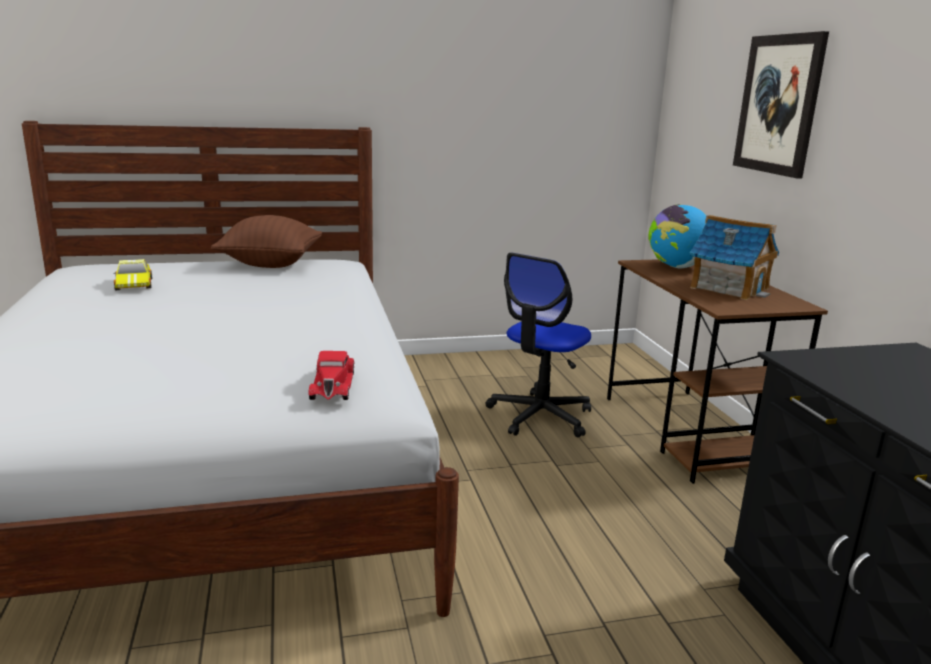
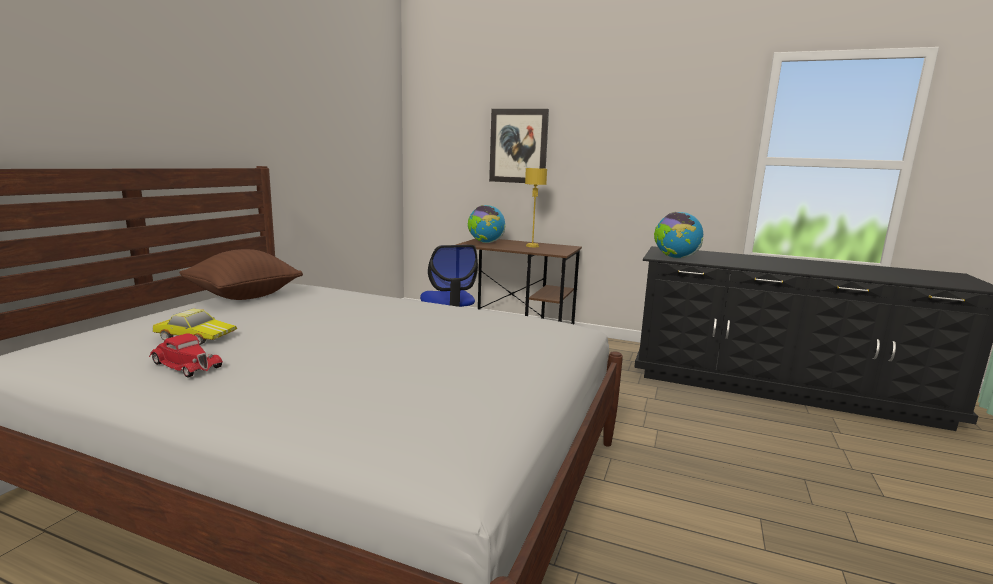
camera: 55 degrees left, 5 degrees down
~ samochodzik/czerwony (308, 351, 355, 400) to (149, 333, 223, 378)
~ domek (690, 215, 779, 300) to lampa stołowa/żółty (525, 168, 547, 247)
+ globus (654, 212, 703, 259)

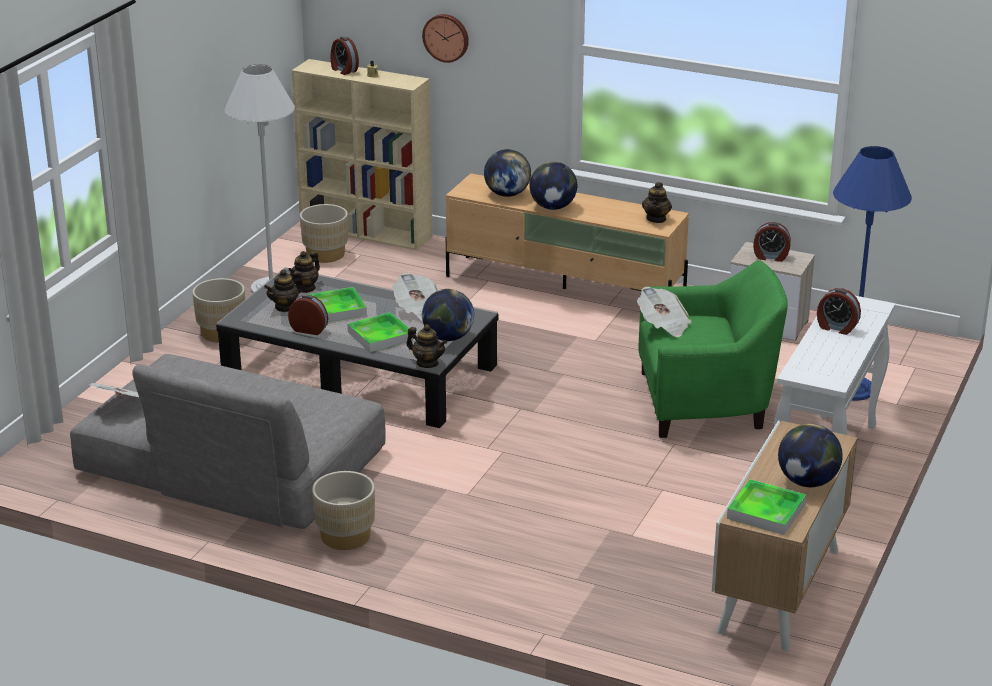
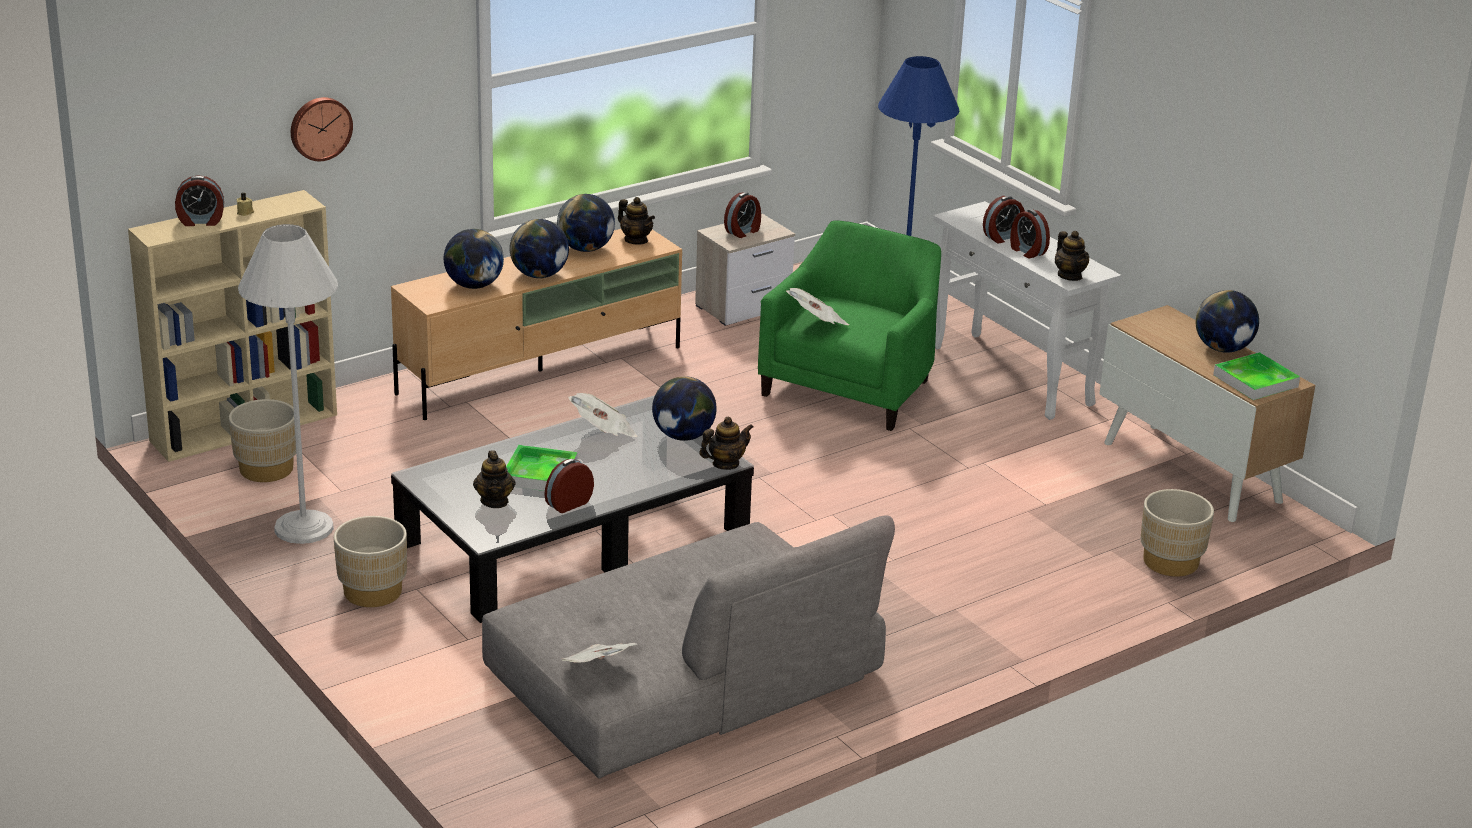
camera: 60 degrees left, 0 degrees up
~ imbryk (288, 251, 320, 293) to (1055, 231, 1089, 281)
~ donica/beżowy (312, 471, 375, 550) to (1141, 489, 1214, 577)
- taca (347, 312, 413, 352)
+ globus (557, 194, 615, 252)
+ budzik (1010, 209, 1050, 258)

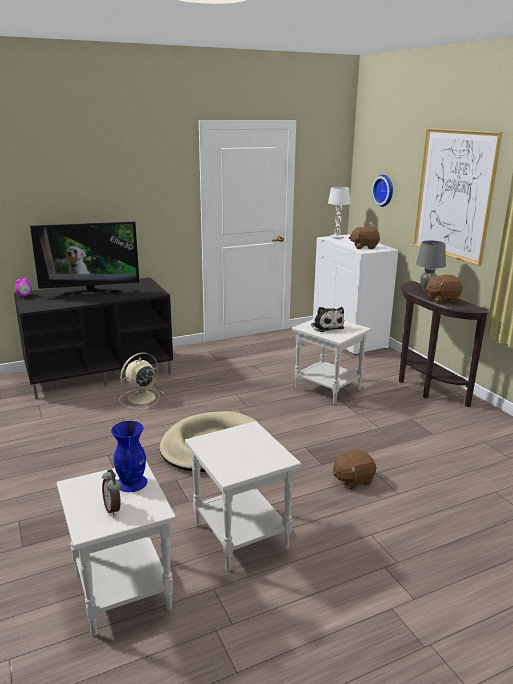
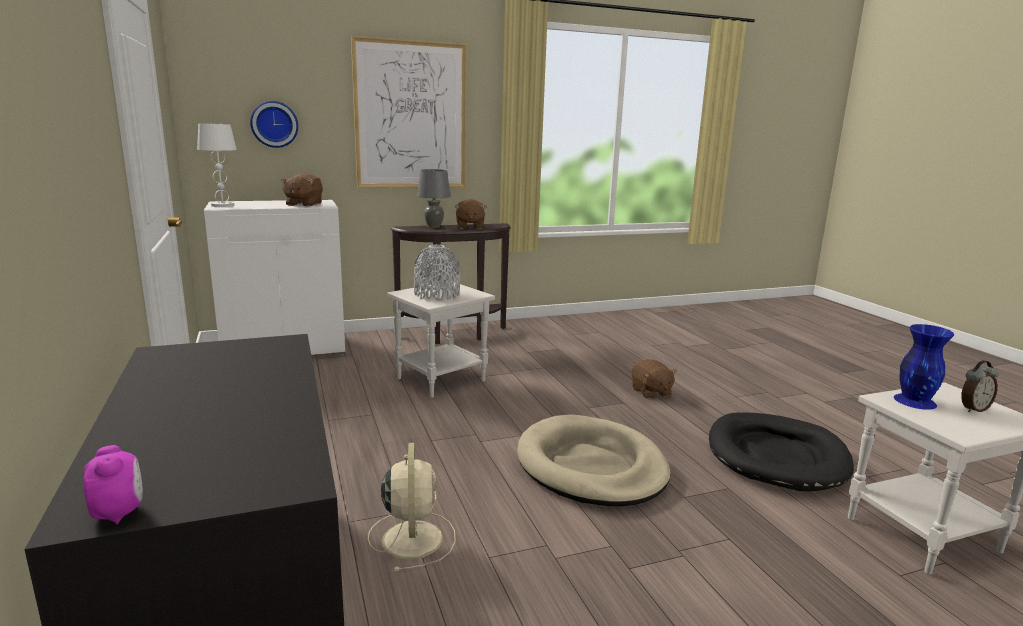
camera: 85 degrees left, 5 degrees down
- telewizor (30, 222, 139, 299)
~ wentylator/beżowy (119, 352, 165, 409) = (368, 443, 456, 572) 150 degrees counterclockwise
~ stolik/biały (185, 421, 301, 571) to legowisko/czarny (709, 412, 854, 492)
~ pluszak (311, 307, 344, 332) to wazon/szary (414, 245, 460, 300)

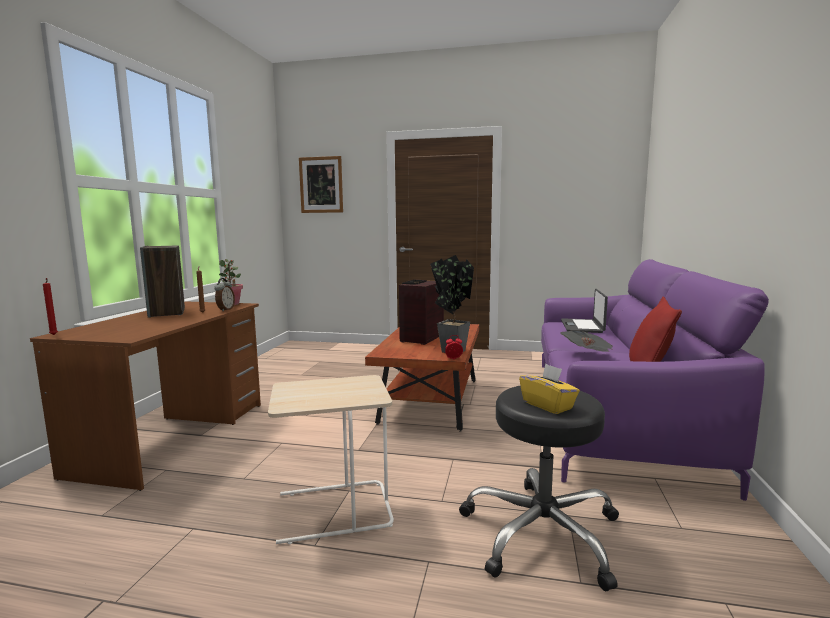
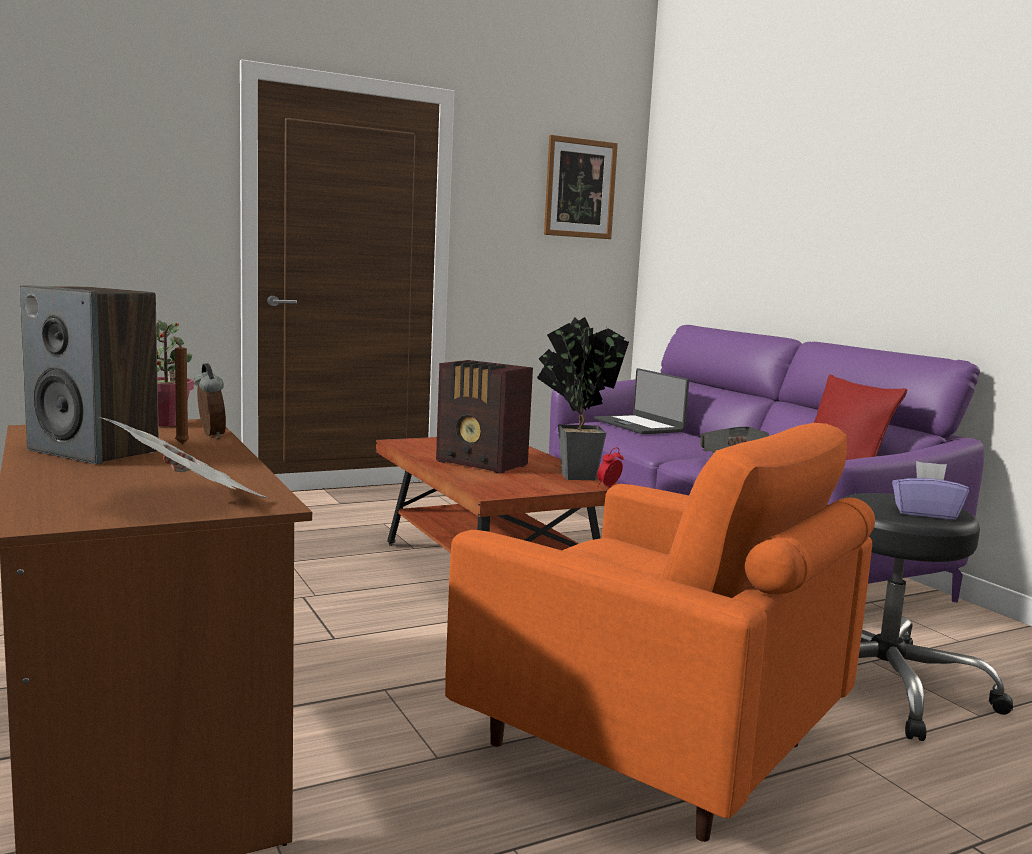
camera: 40 degrees left, 0 degrees up
- świeca/czerwony (43, 278, 58, 335)
~ stolik/beżowy (268, 375, 394, 544) to fotel/pomarańczowy (445, 423, 875, 842)
~ obraz (299, 156, 343, 213) to (544, 135, 618, 239)
~ radio (399, 280, 444, 345) = (436, 360, 533, 474) 45 degrees counterclockwise
~ pudełko chusteczek/żółty (519, 364, 580, 414) to pudełko chusteczek/fioletowy (892, 461, 969, 520)
+ gazeta (99, 417, 268, 498)

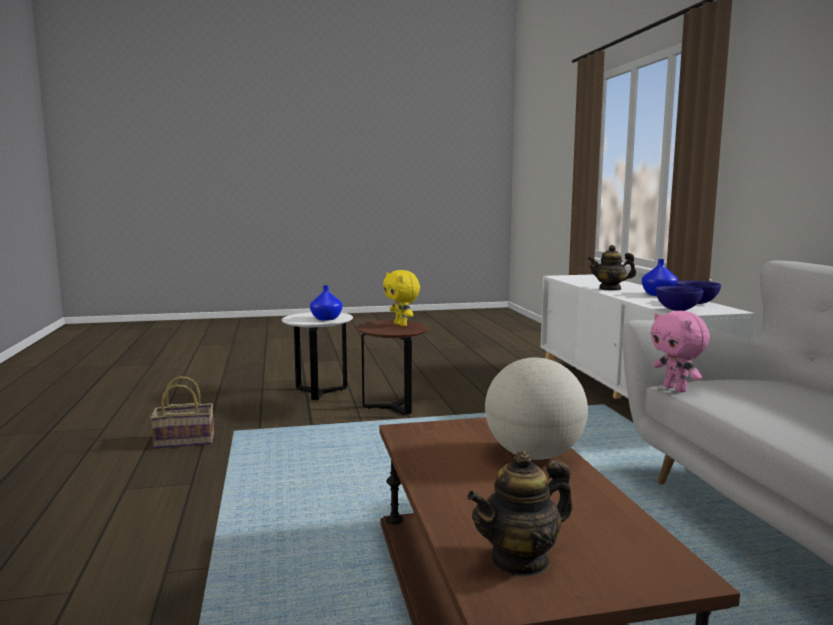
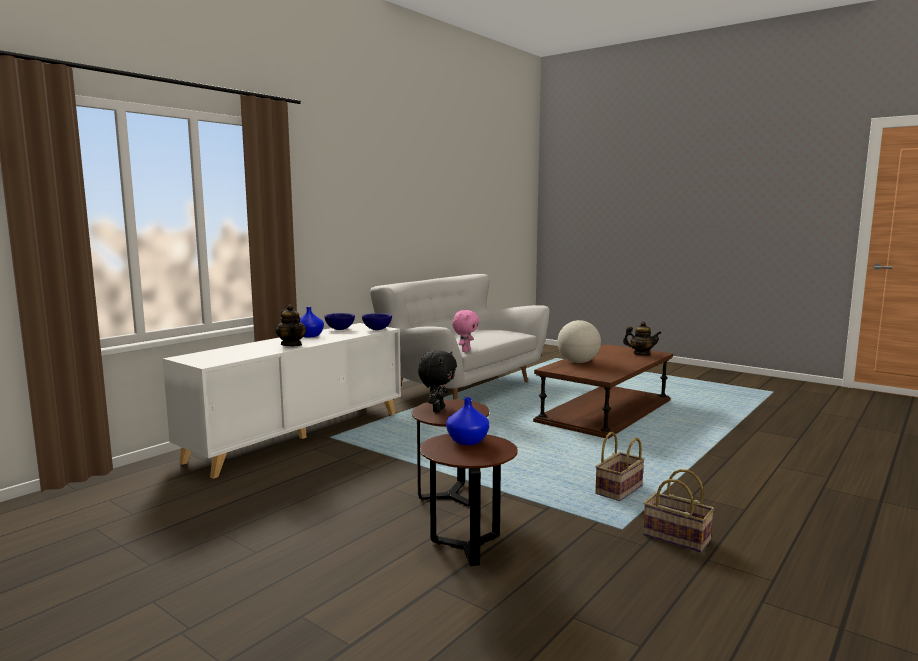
camera: 130 degrees left, 0 degrees up
~ stolik/biały (282, 312, 353, 400) to stolik/brązowy (420, 434, 518, 566)
~ pluszak/żółty (383, 270, 420, 327) to pluszak/czarny (418, 350, 457, 413)
+ koszyk (595, 432, 645, 501)

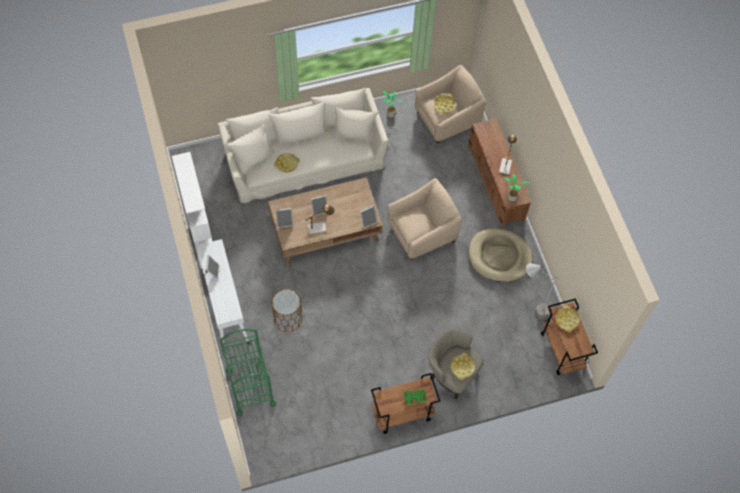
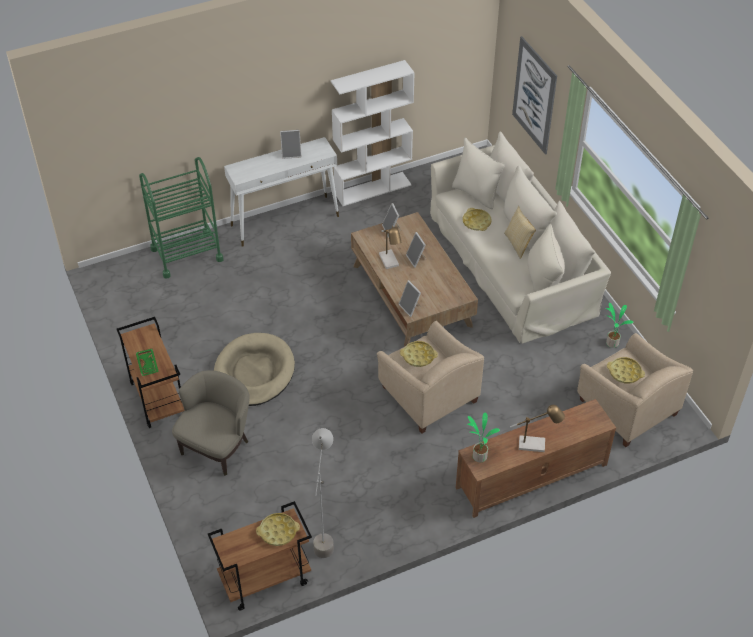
camera: 85 degrees right, 15 degrees down
- stolik/brązowy (272, 289, 302, 332)
~ taca/żółty (451, 353, 475, 380) to (400, 341, 438, 367)
~ legowisko/beżowy (469, 228, 533, 282) to (214, 333, 295, 406)
+ poduszka (504, 206, 536, 259)
+ obraz (512, 36, 557, 155)

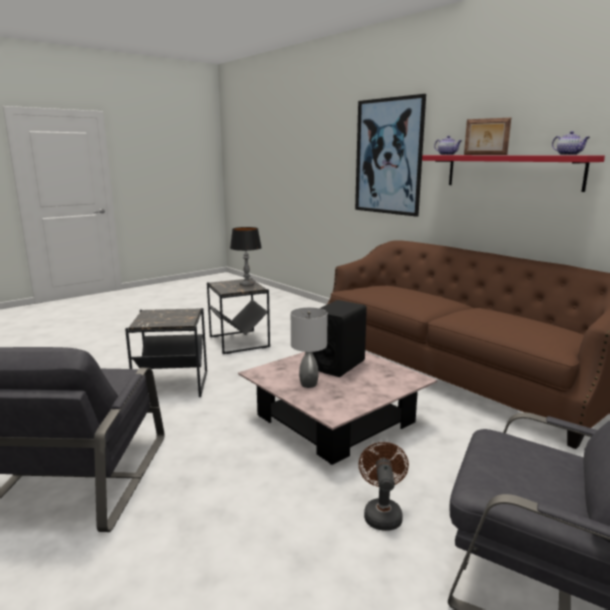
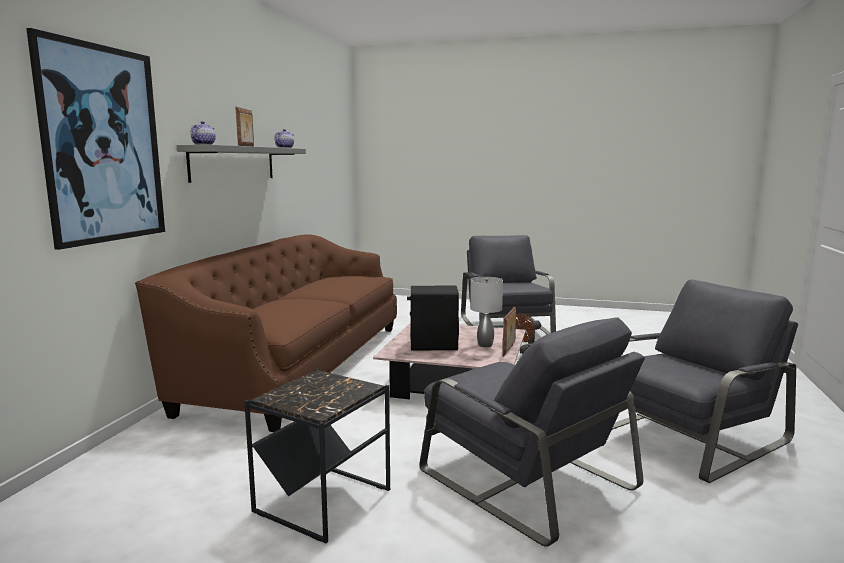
camera: 125 degrees left, 5 degrees down
~ stolik/czarny (125, 308, 207, 397) to fotel/szary (419, 317, 645, 547)
- lampa stołowa (230, 227, 262, 287)
~ półka/czerwony (422, 155, 605, 192) to półka/szary (177, 145, 306, 183)
+ ramka na zdjęcie (502, 307, 516, 357)

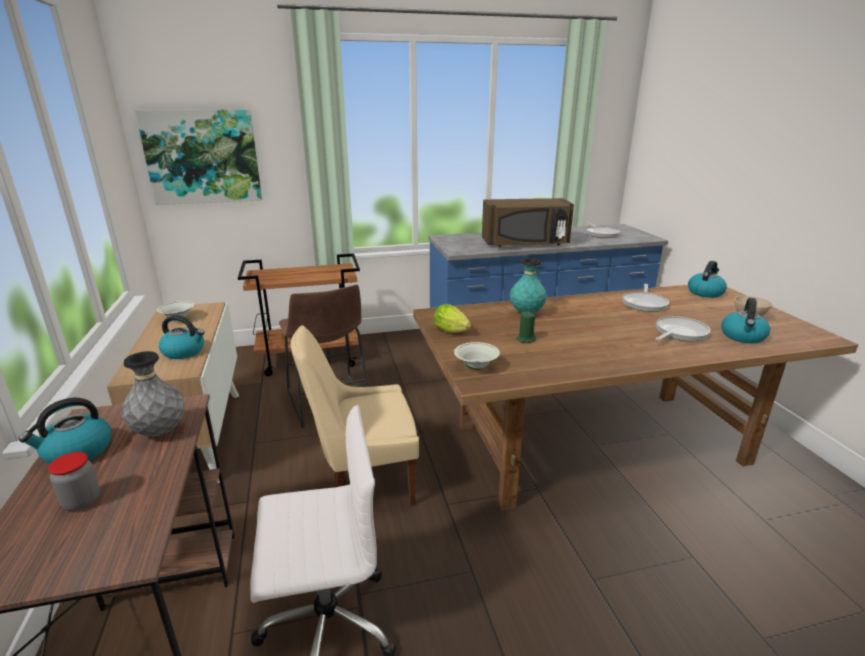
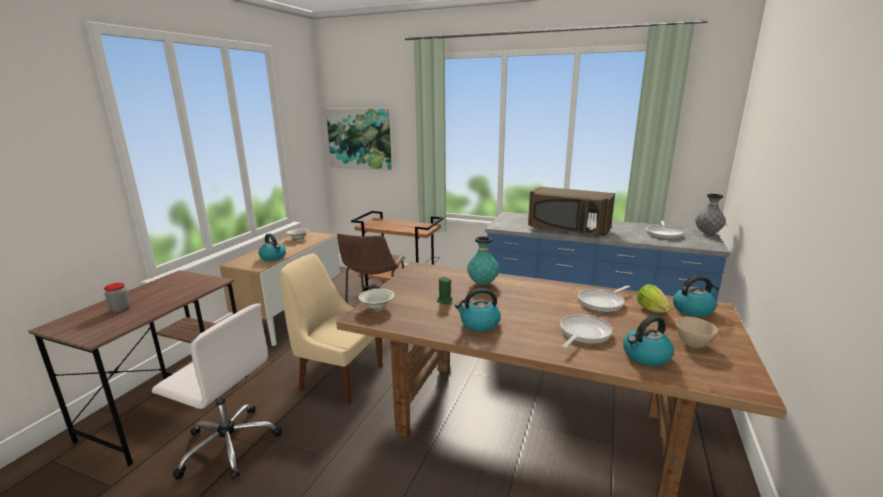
camera: 35 degrees right, 5 degrees down
~ czajnik (19, 398, 111, 464) to (455, 288, 501, 332)
~ wazon/szary (121, 351, 185, 437) to (695, 194, 726, 234)
~ sałata (434, 304, 471, 333) to (637, 284, 670, 313)
~ patelnia (655, 316, 710, 341) = (560, 314, 612, 348) 45 degrees counterclockwise

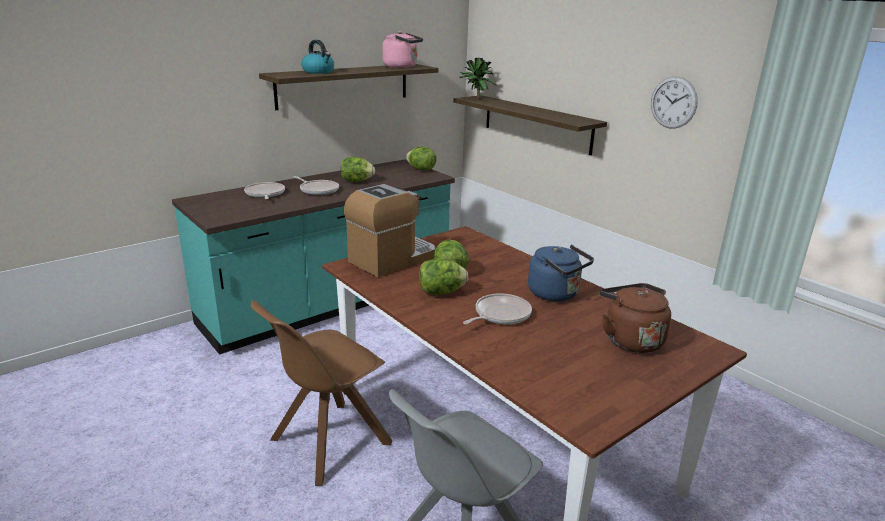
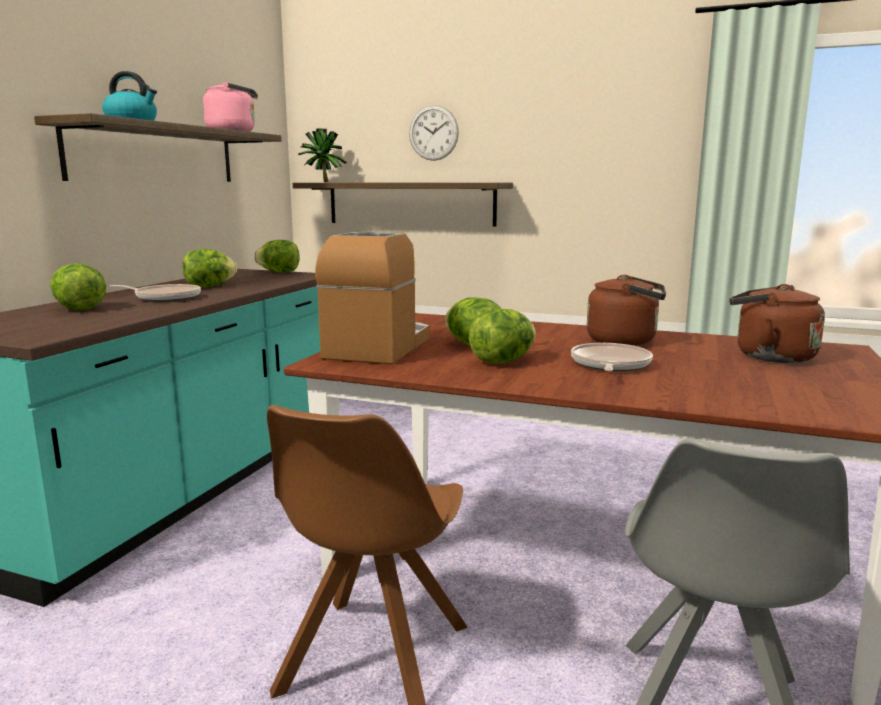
camera: 30 degrees left, 10 degrees down
~ patelnia (244, 182, 285, 199) to sałata (50, 263, 106, 310)
~ czajnik/niebieski (528, 245, 594, 301) to czajnik/brązowy (587, 275, 666, 346)
~ zegar ścienny (651, 76, 698, 129) to (409, 105, 459, 161)

